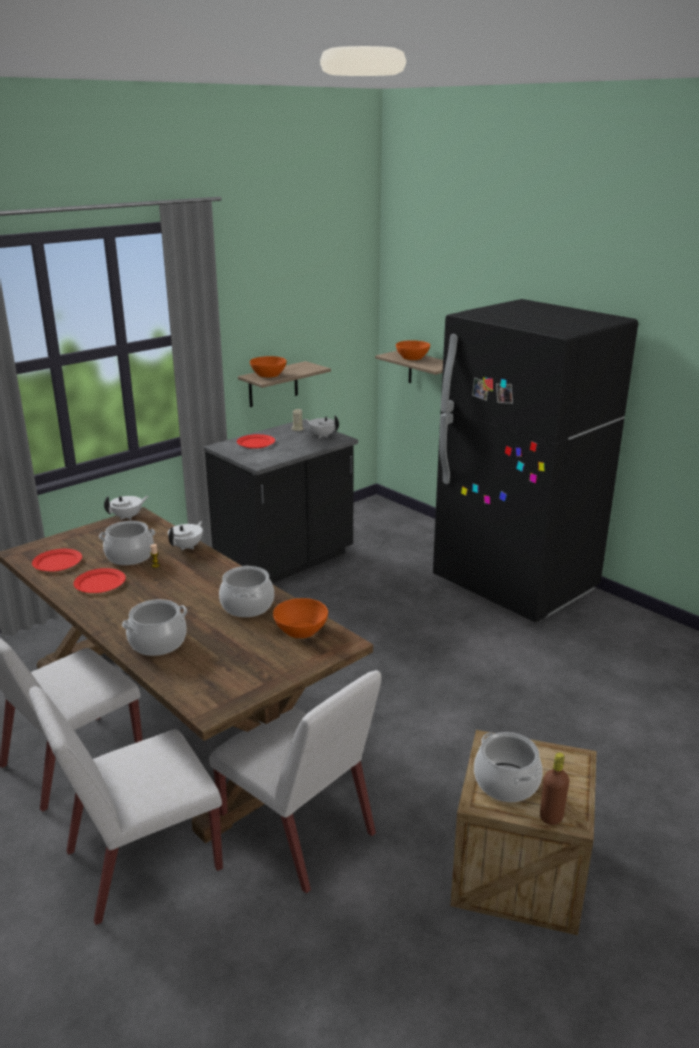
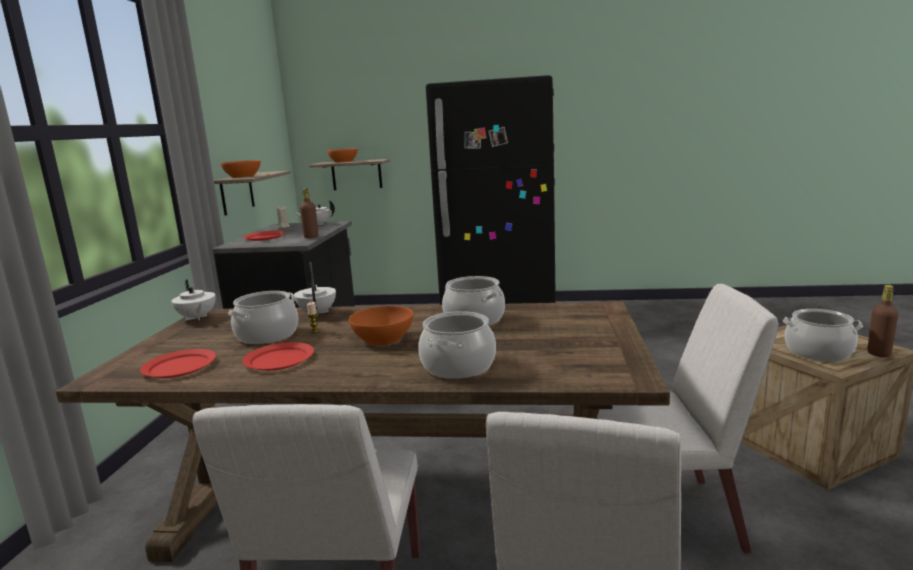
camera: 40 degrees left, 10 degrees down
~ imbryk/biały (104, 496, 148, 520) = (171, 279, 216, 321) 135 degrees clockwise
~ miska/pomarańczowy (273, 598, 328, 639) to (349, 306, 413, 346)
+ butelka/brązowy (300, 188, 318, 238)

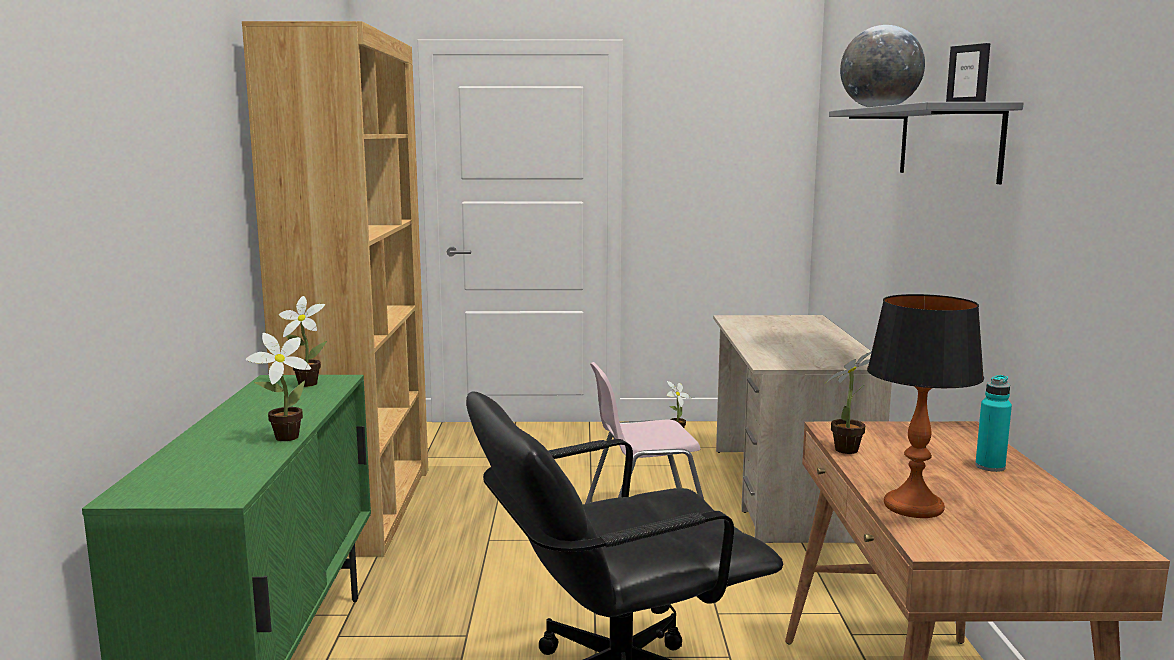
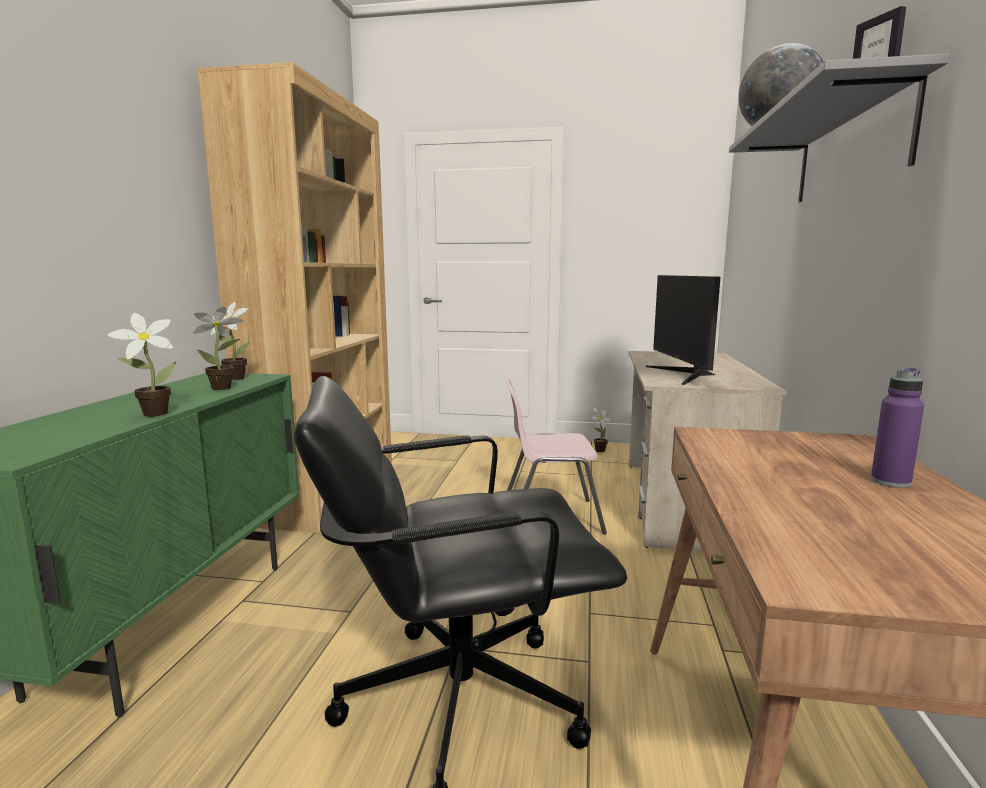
camera: 10 degrees right, 0 degrees up
~ roślina doniczkowa (826, 351, 872, 454) to (193, 306, 243, 390)
- lampa stołowa (867, 294, 984, 518)
~ butelka/turkusowy (975, 375, 1012, 472) to butelka/fioletowy (871, 368, 924, 488)
+ monitor (646, 275, 720, 385)

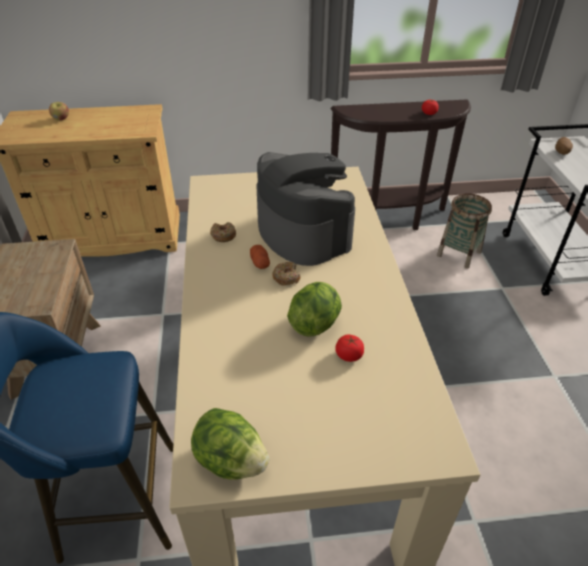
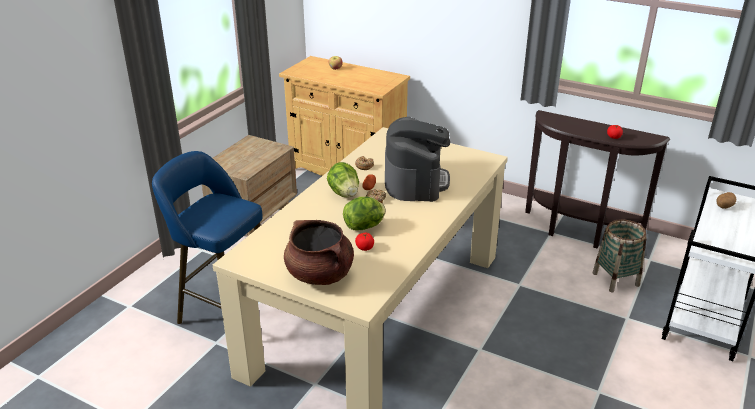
camera: 35 degrees right, 10 degrees down
~ sałata (191, 408, 269, 479) to (327, 162, 359, 197)
+ garnek/brązowy (284, 220, 354, 285)

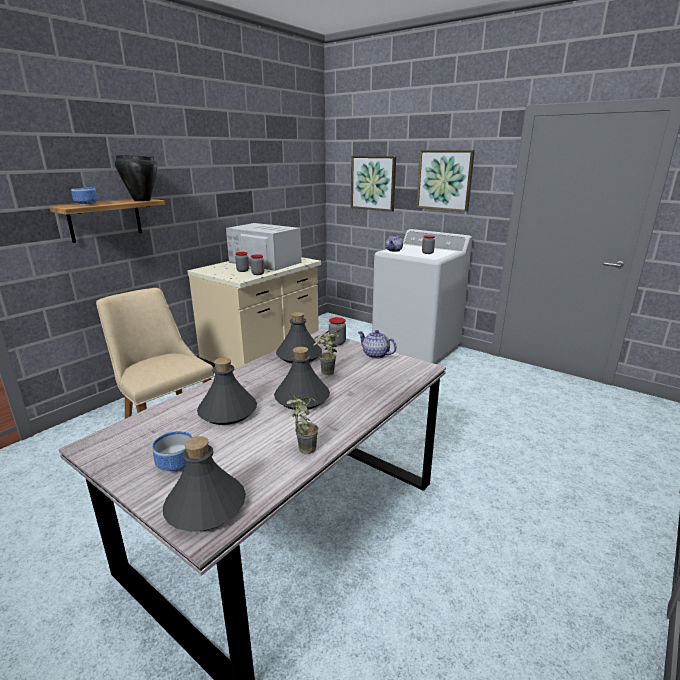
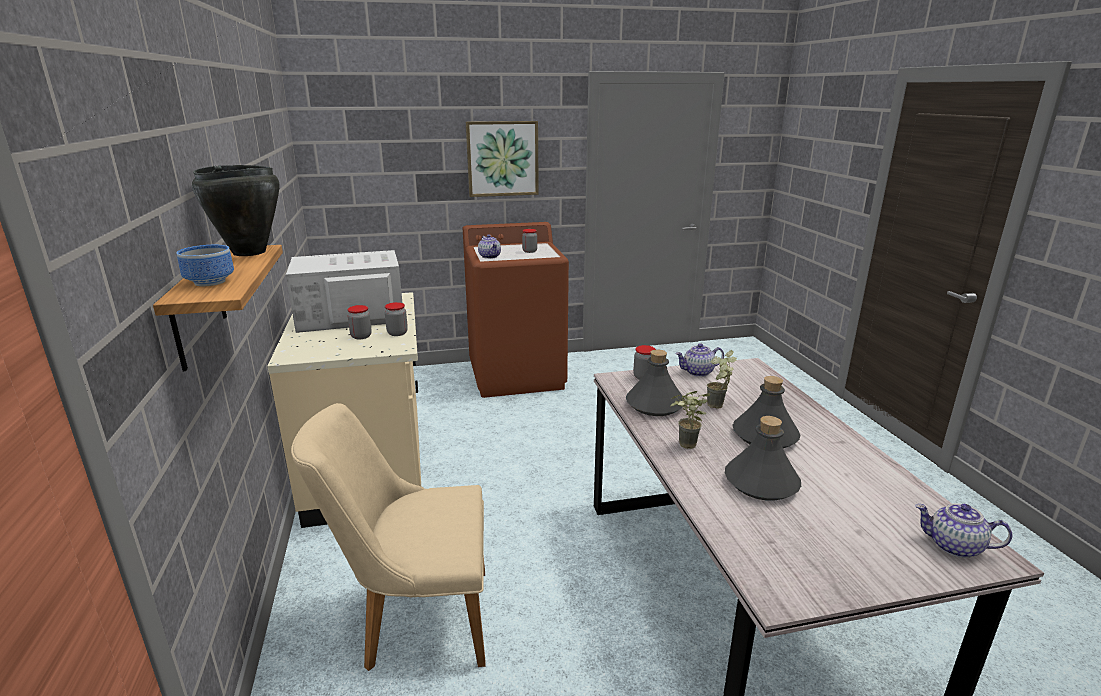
camera: 50 degrees left, 0 degrees up
- miska (152, 431, 193, 472)
~ butelka/szary (163, 436, 246, 531) to imbryk (915, 503, 1012, 558)
~ roślina doniczkowa (287, 394, 319, 454) to (670, 391, 711, 449)
- obraz (351, 156, 396, 212)
~ pralka/biały (372, 229, 472, 364) to pralka/brązowy (463, 222, 569, 398)

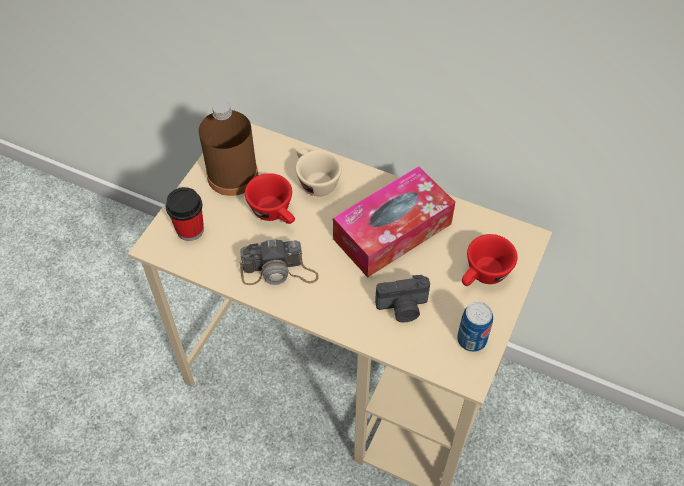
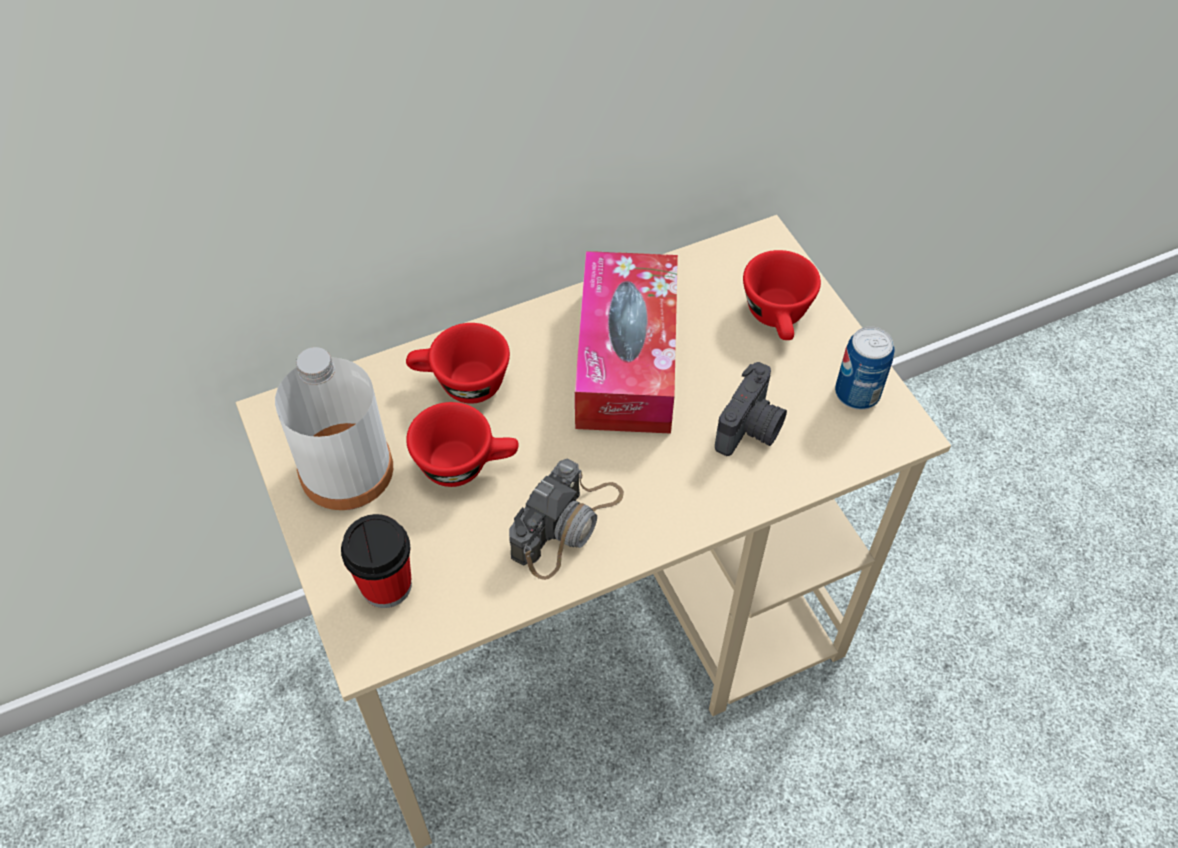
camera: 50 degrees left, 0 degrees up
~ butelka/brązowy (199, 100, 258, 196) to butelka/biały (275, 347, 393, 510)
~ filiżanka/beżowy (296, 148, 342, 196) to filiżanka/czerwony (406, 323, 510, 404)

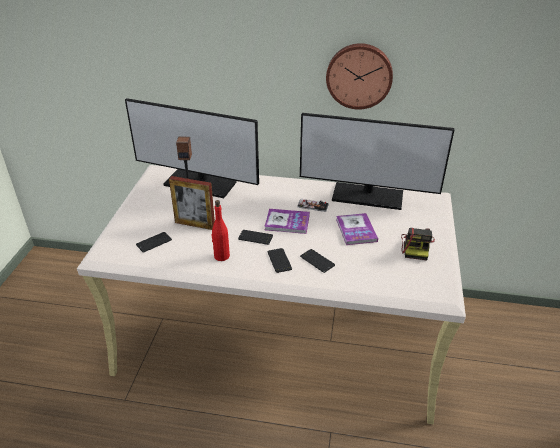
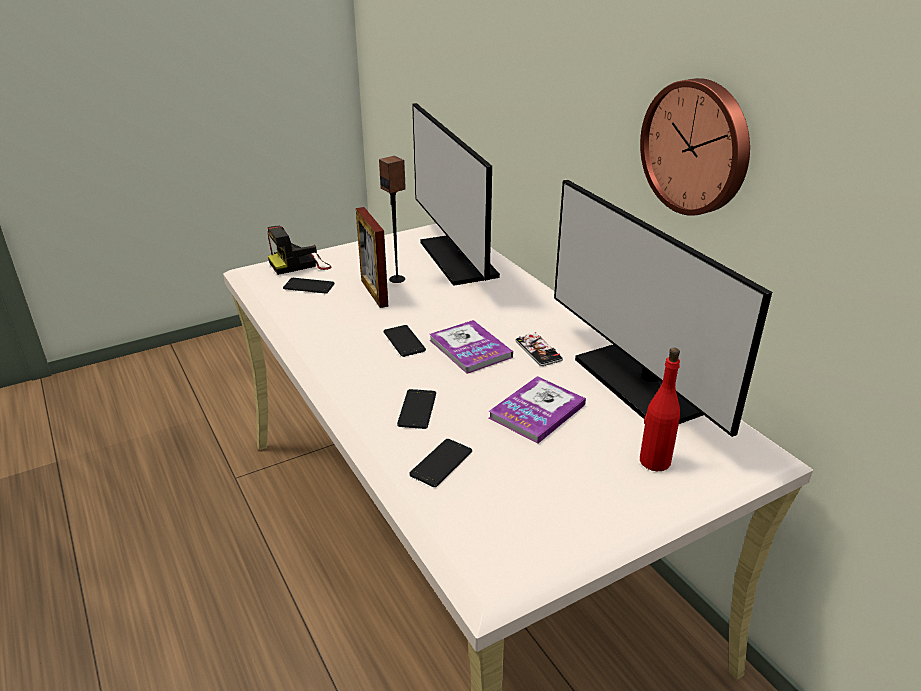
camera: 50 degrees right, 5 degrees down
~ butelka/czerwony (211, 200, 230, 261) to (640, 348, 680, 471)
~ telefon (267, 248, 292, 273) to (409, 439, 472, 487)
~ aparat fotograficzny (401, 228, 435, 260) to (268, 226, 332, 275)

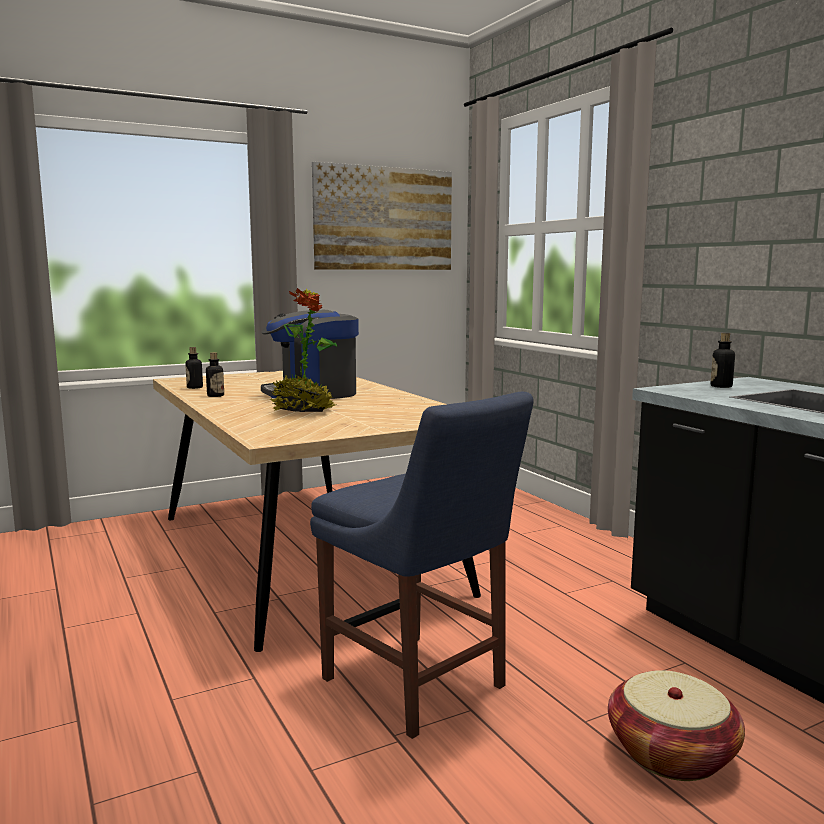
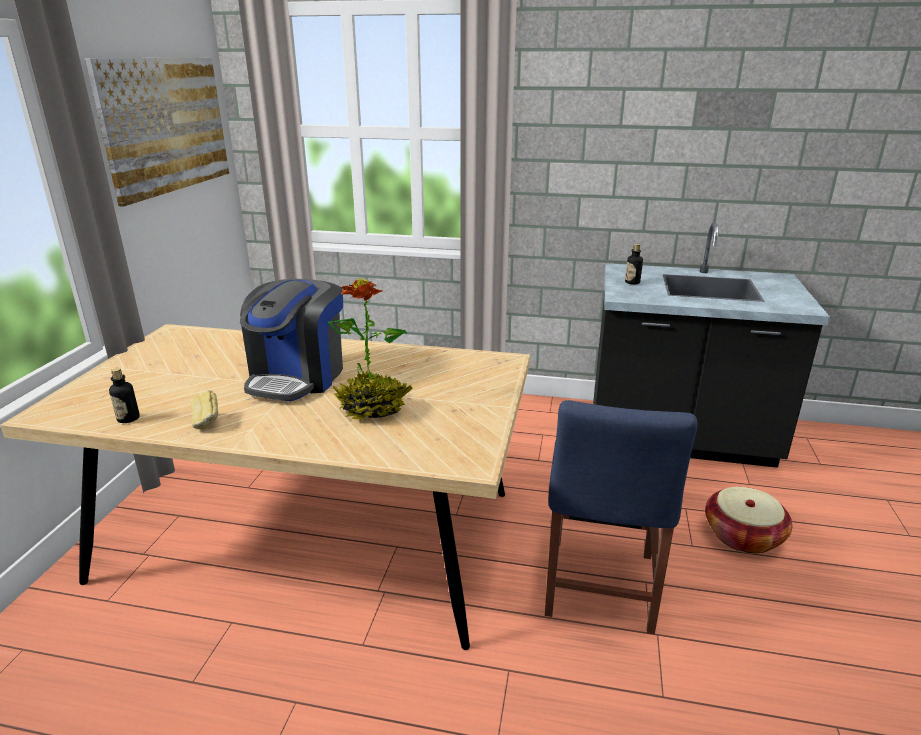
camera: 50 degrees left, 15 degrees up
~ butelka (206, 352, 224, 397) to chleb (190, 390, 218, 429)
~ krzesło/niebieski (310, 392, 533, 739) = (545, 400, 697, 634) 105 degrees clockwise

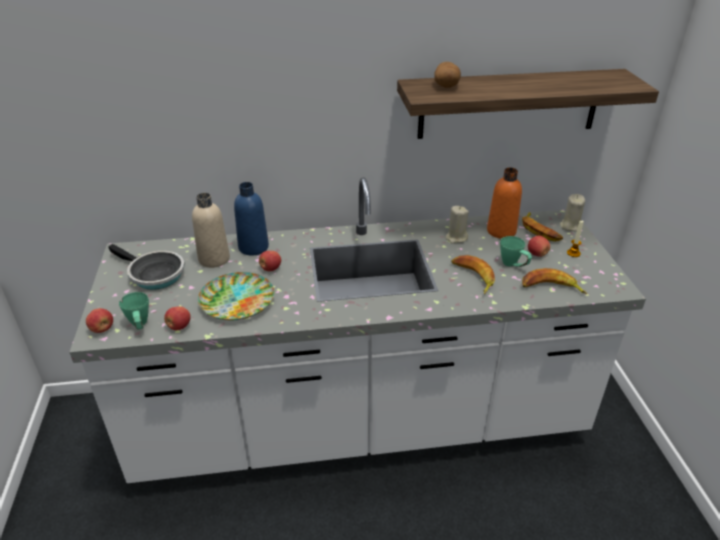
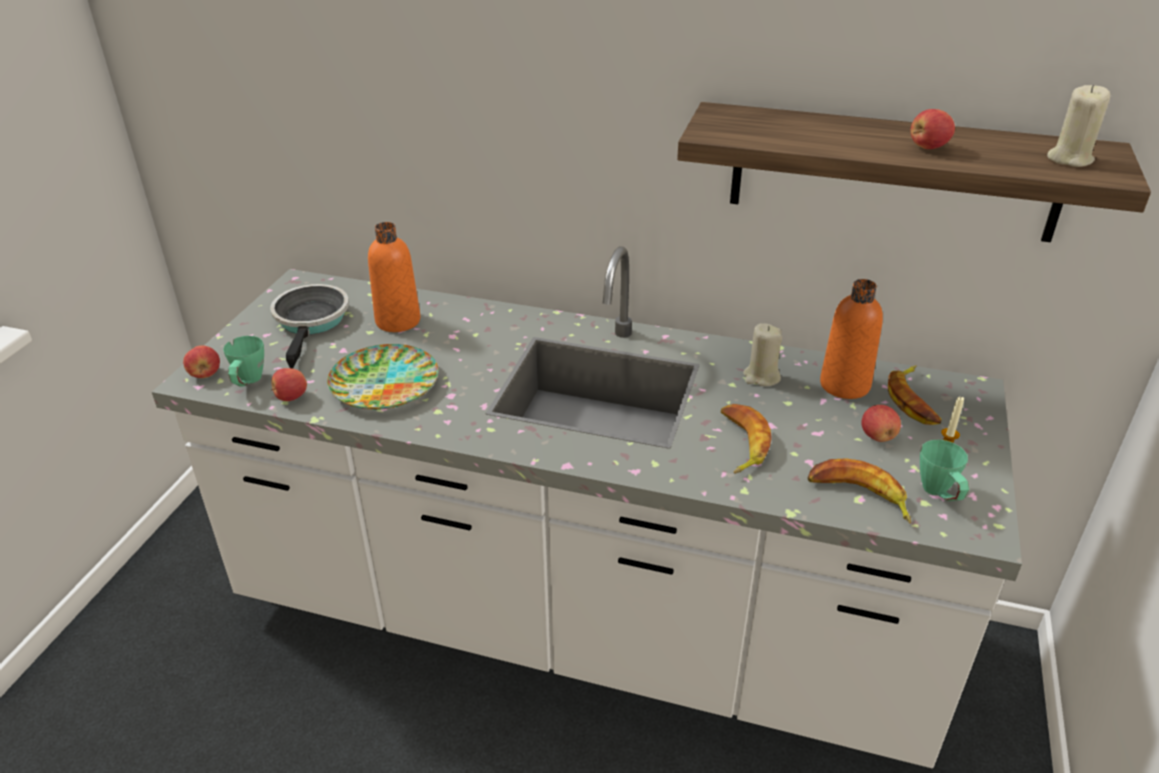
camera: 25 degrees right, 0 degrees up
~ patelnia (108, 244, 185, 290) = (270, 284, 349, 369) 150 degrees counterclockwise
~ butelka/beżowy (192, 193, 230, 268) to butelka/pomarańczowy (368, 222, 420, 332)
- butelka/niebieski (234, 182, 269, 255)
~ jabłko (259, 251, 281, 271) to (910, 109, 955, 149)
- ziemniak (434, 62, 461, 88)
~ kubek/zielony (500, 236, 532, 267) to (920, 440, 969, 501)
~ świeca/beżowy (560, 194, 585, 231) to (1047, 85, 1110, 167)

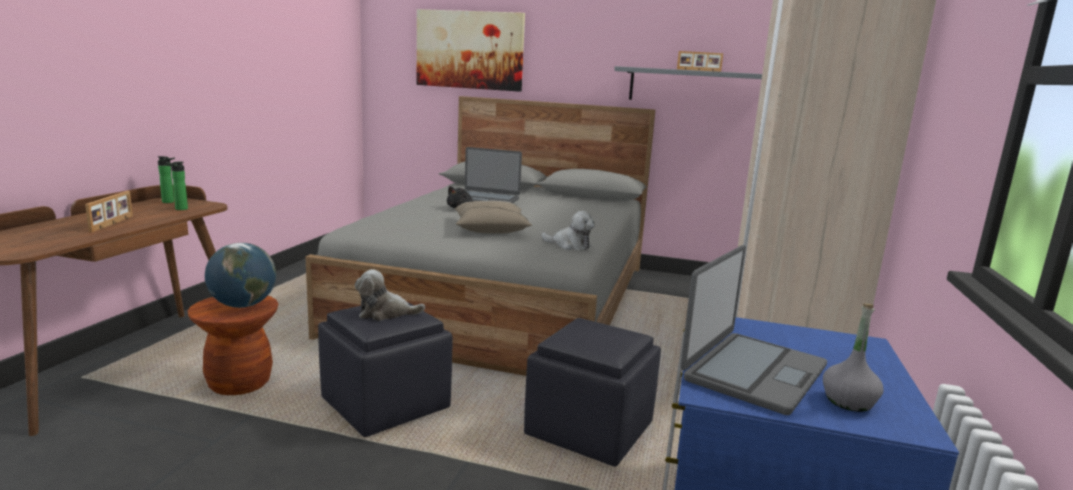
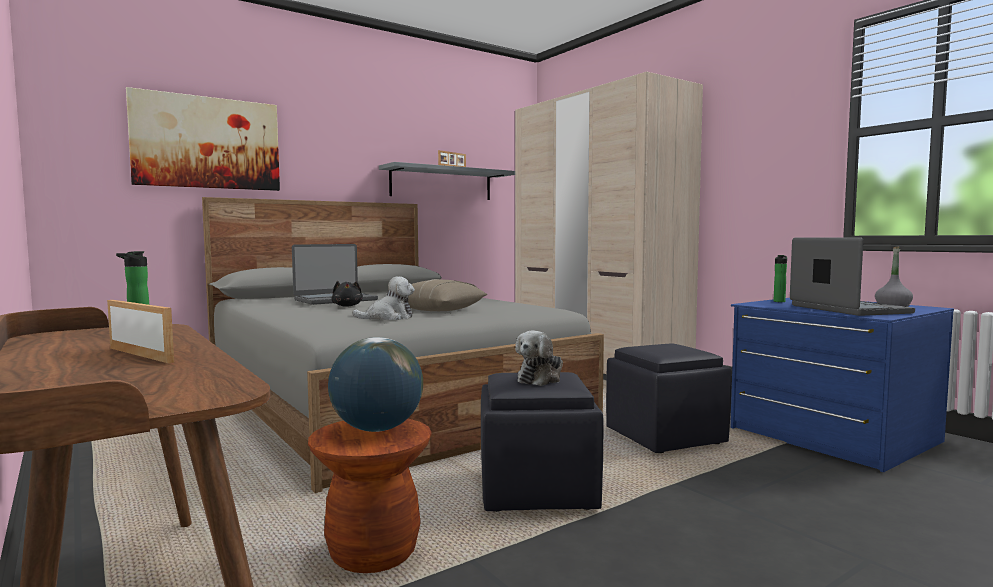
camera: 50 degrees left, 10 degrees down
~ butelka (157, 156, 175, 203) to (773, 255, 787, 302)
~ pluszak (541, 211, 595, 250) to (352, 276, 415, 320)

